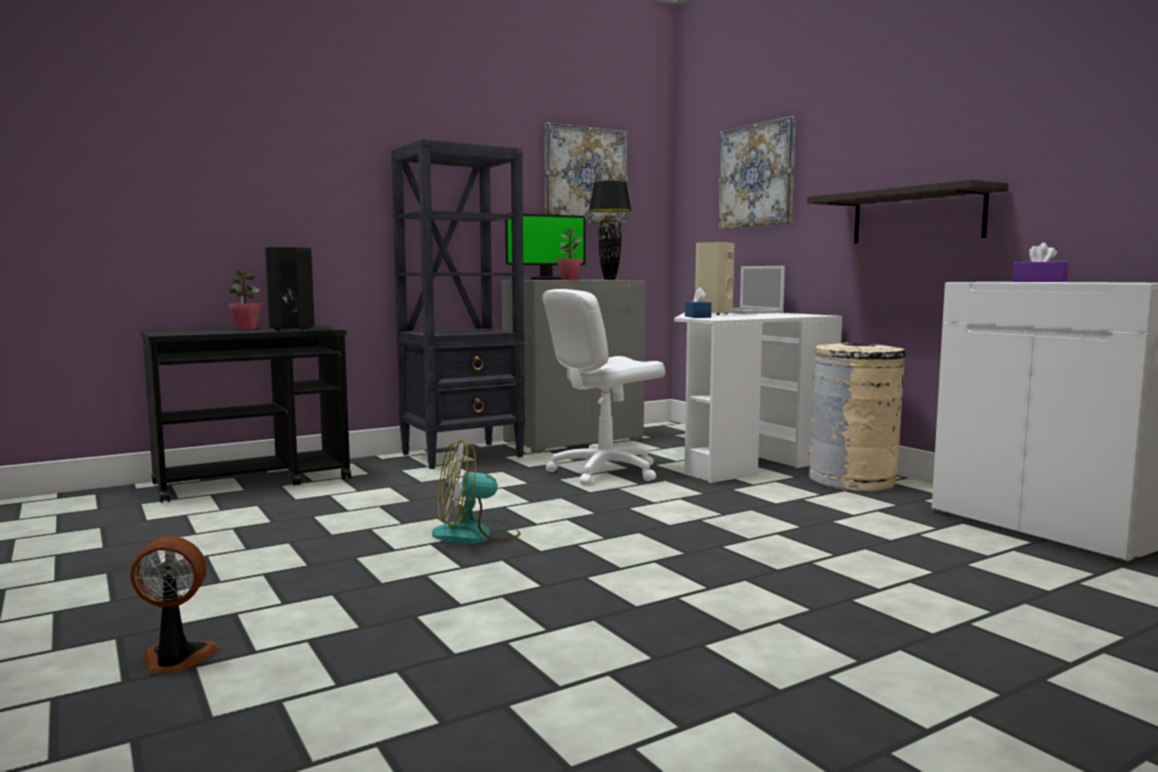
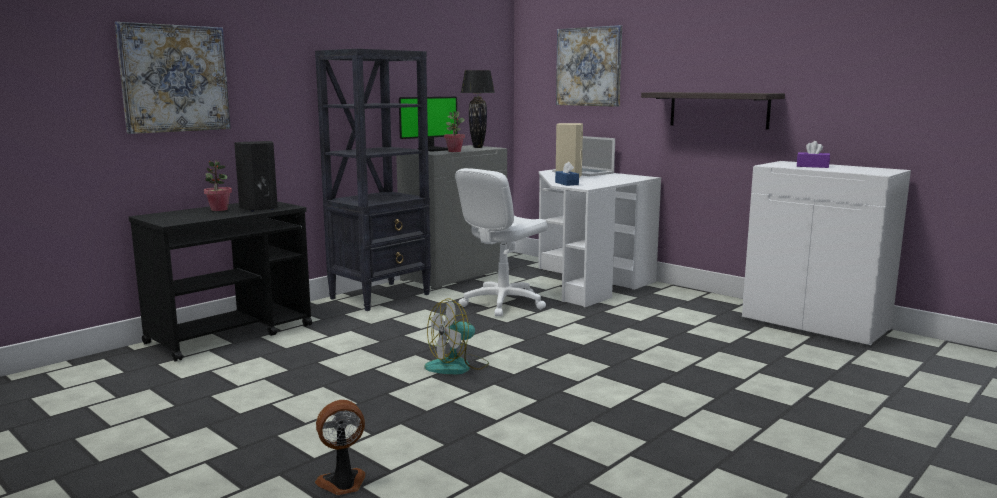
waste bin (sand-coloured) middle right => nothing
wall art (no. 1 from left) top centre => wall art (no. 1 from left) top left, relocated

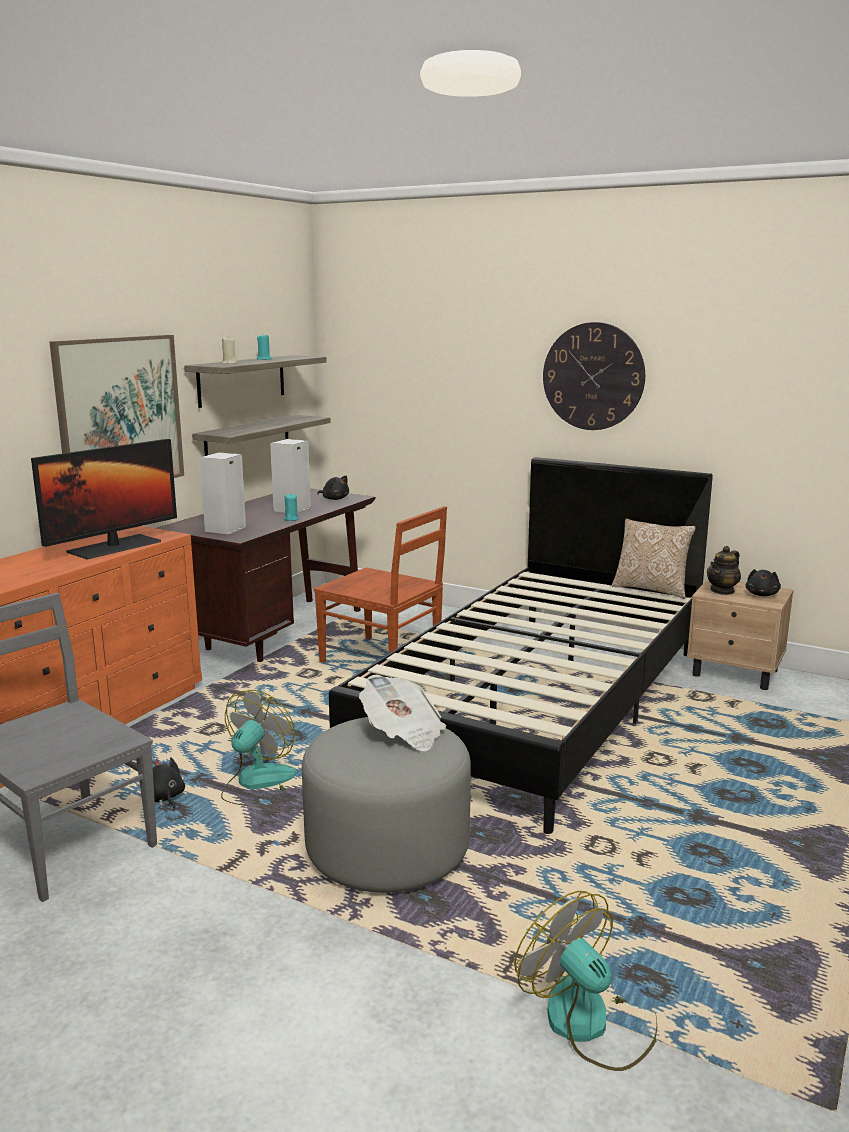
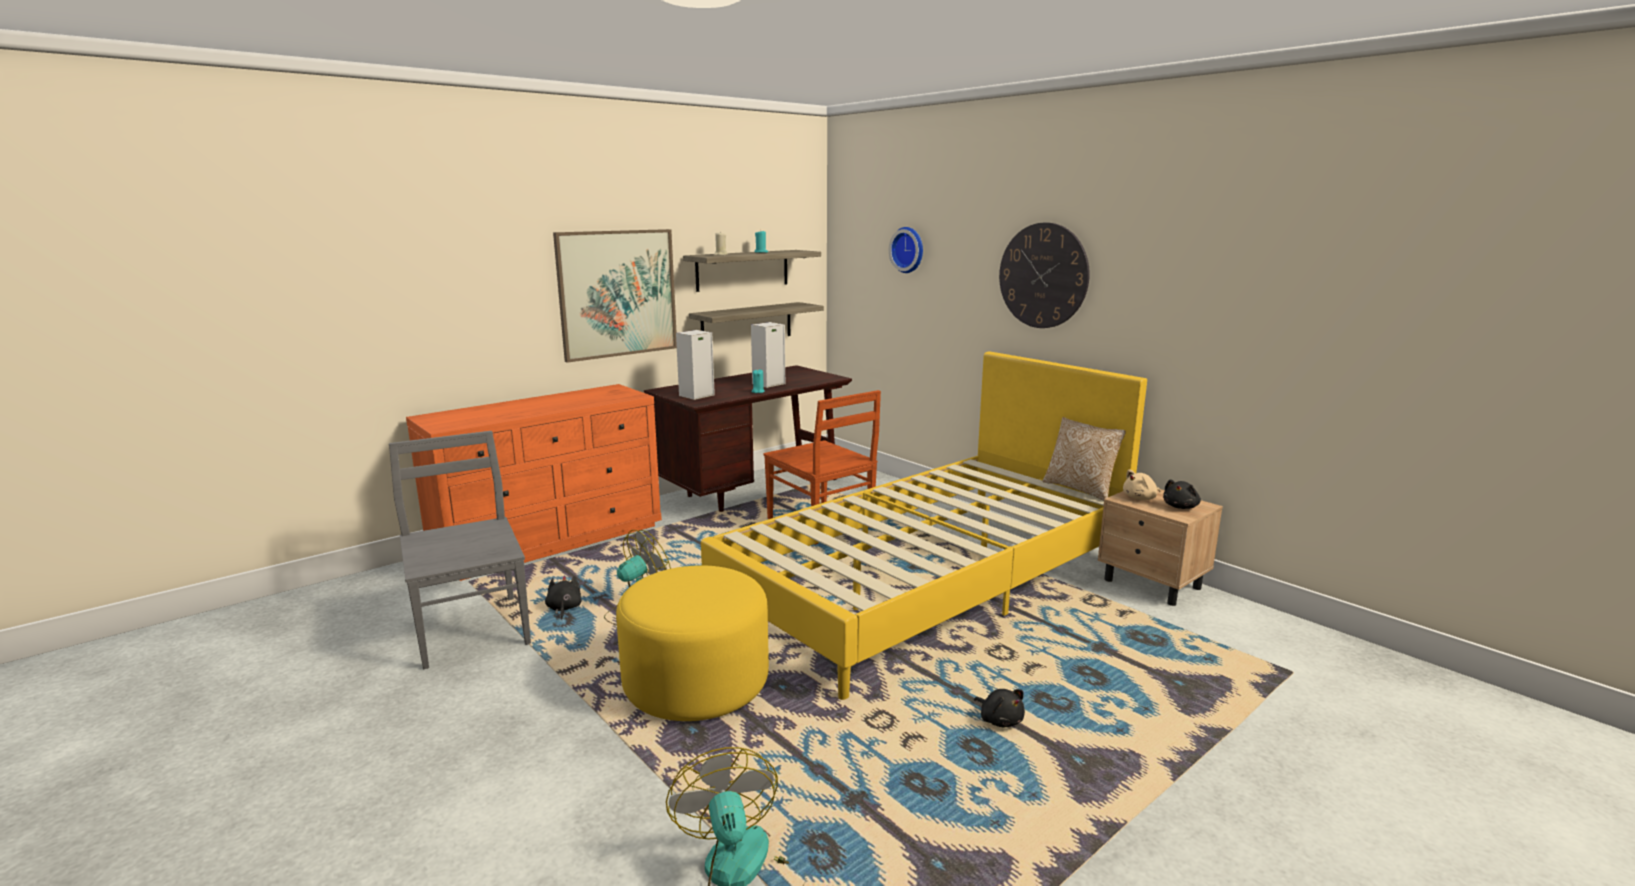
computer screen middle left => nothing
newspaper centre => nothing
nothing => clock on the wall (no. 1 from left) top centre
cuddly toy (blackish) (no. 2 from left) centre => cuddly toy (blackish) (no. 2 from left) bottom centre, relocated
pot for tea middle right => cuddly toy (sand-coloured) middle right
ottoman (gray) bottom centre => ottoman (yellow-coloured) bottom centre
bed (blackish) centre => bed (yellow-coloured) centre

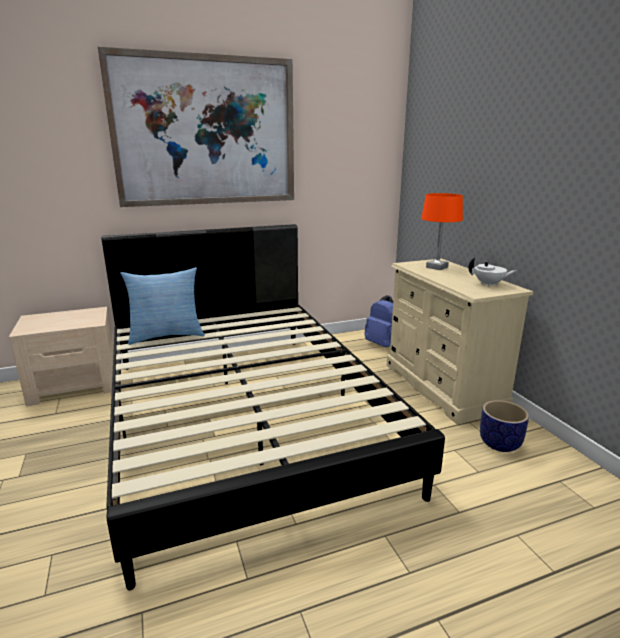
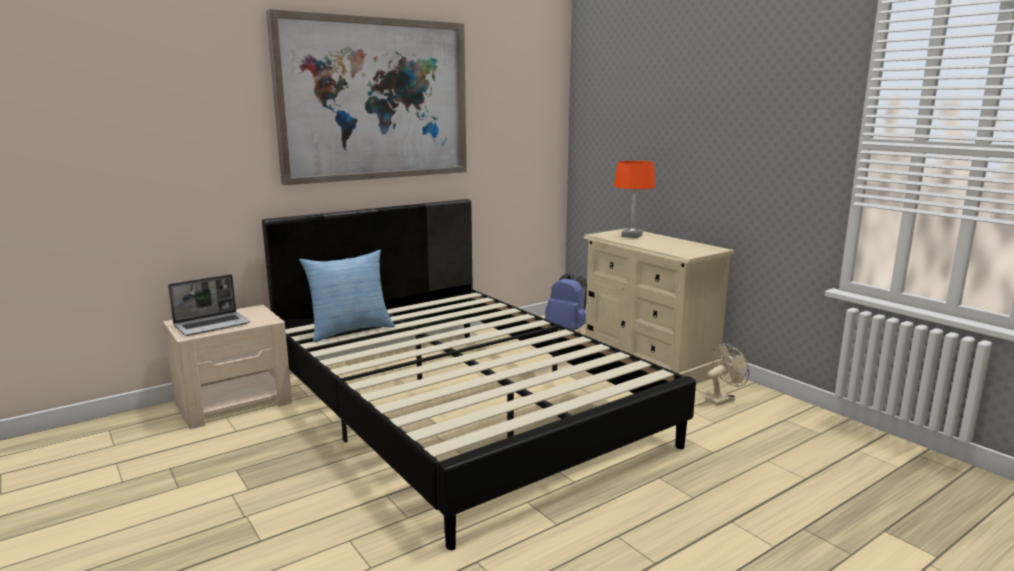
pot for tea (whitish) middle right => nothing
nothing => laptop middle left
flower pot bottom right => fan (sand-coloured) middle right

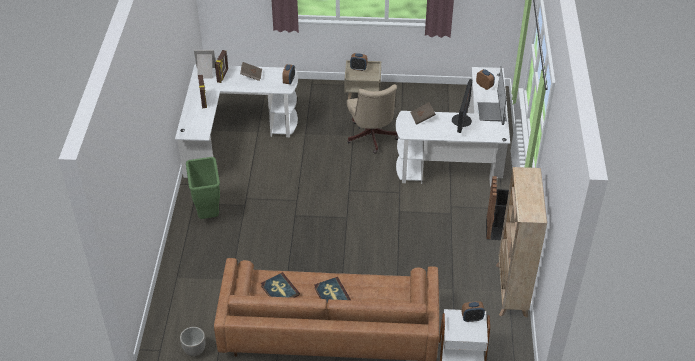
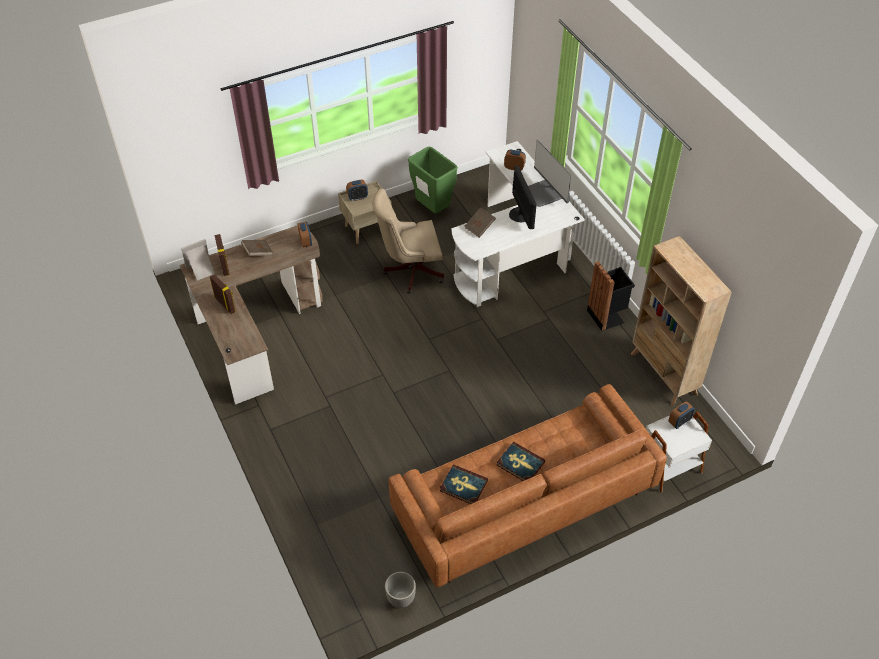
waste bin (green-coloured) middle left => waste bin (green-coloured) top centre, relocated
desk unit (whitish) (no. 1 from left) centre => desk unit (brown-coloured) middle left
office chair (sand-coloured) top centre => office chair (sand-coloured) centre, 120 degrees clockwise

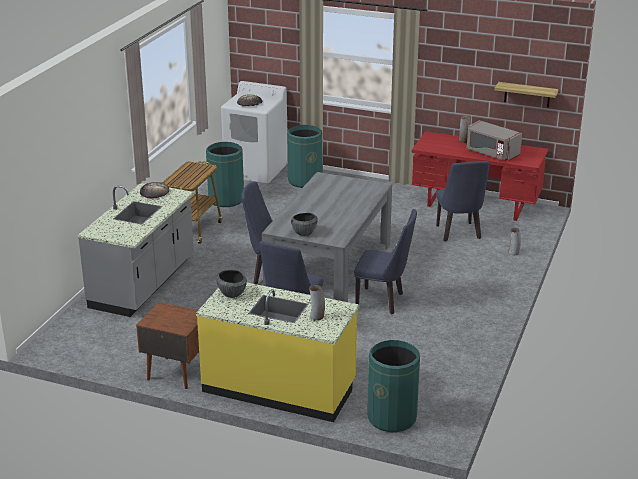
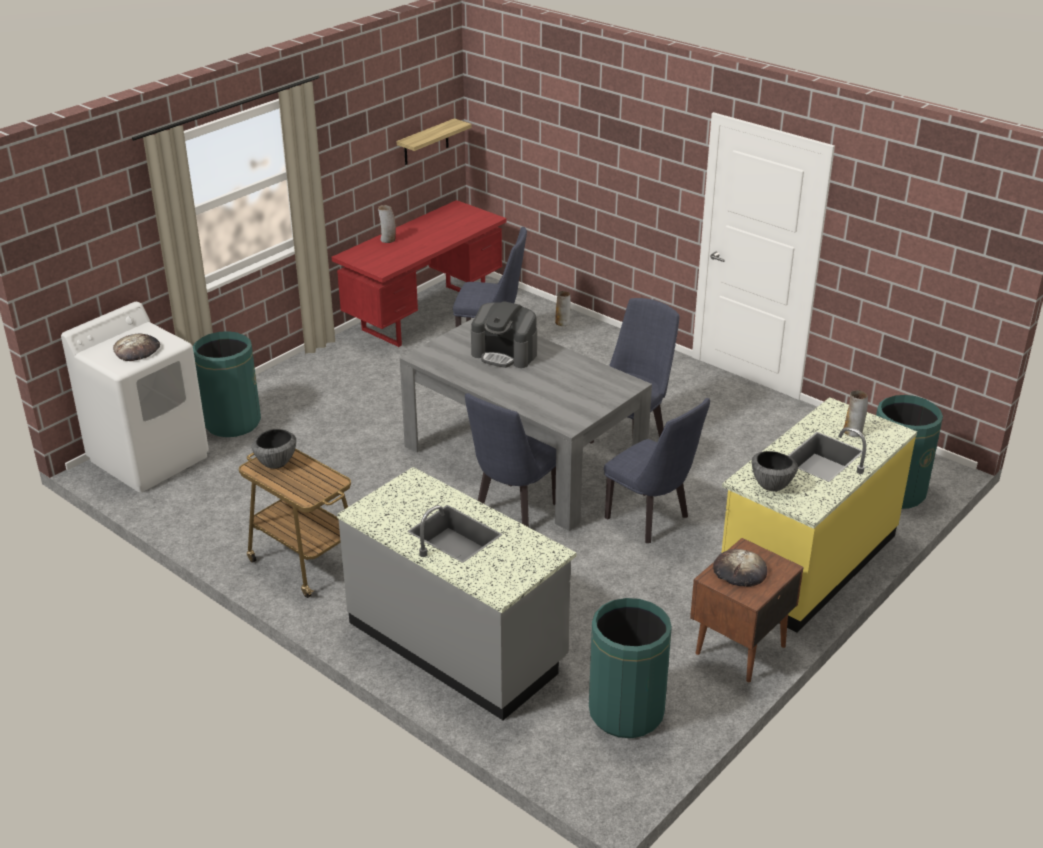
kitchen microwave (gray) top right => nothing
nothing => coffee brewer centre
baked bread (no. 1 from left in the first image) middle left => baked bread (no. 2 from left) bottom right, relocated
waste bin (green-coloured) (no. 1 from left in the first image) centre => waste bin (green-coloured) (no. 2 from left) bottom centre, relocated
serving bowl (no. 2 from left in the first image) centre => serving bowl (no. 1 from left) middle left, relocated

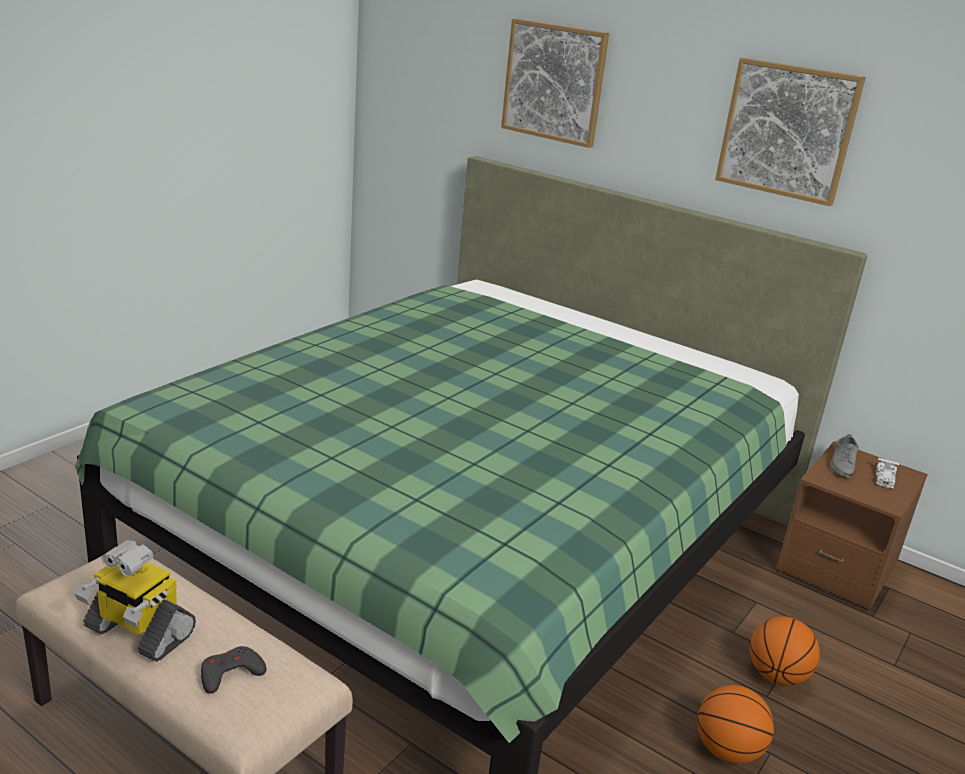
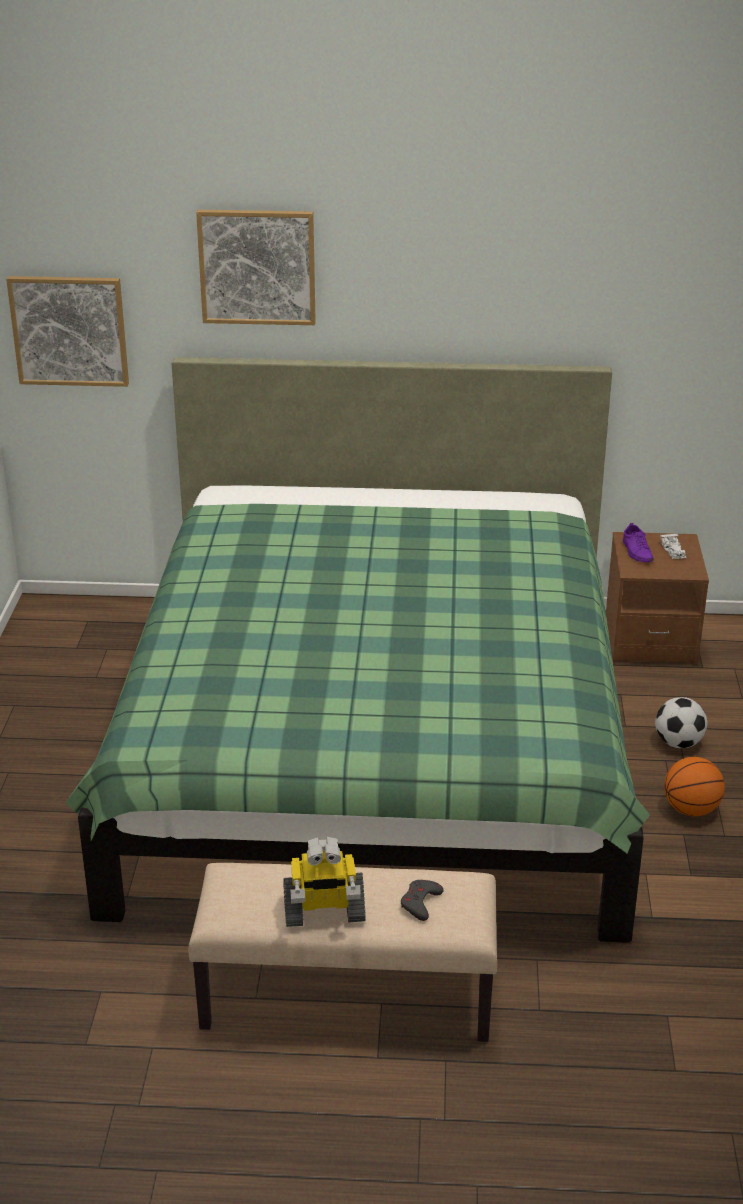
wall art (no. 2 from left in the first image) top right => wall art (no. 1 from left) top left, relocated
basketball ball (no. 2 from left) bottom right => ball for football middle right
shoe (gray) middle right => shoe (purple-coloured) middle right

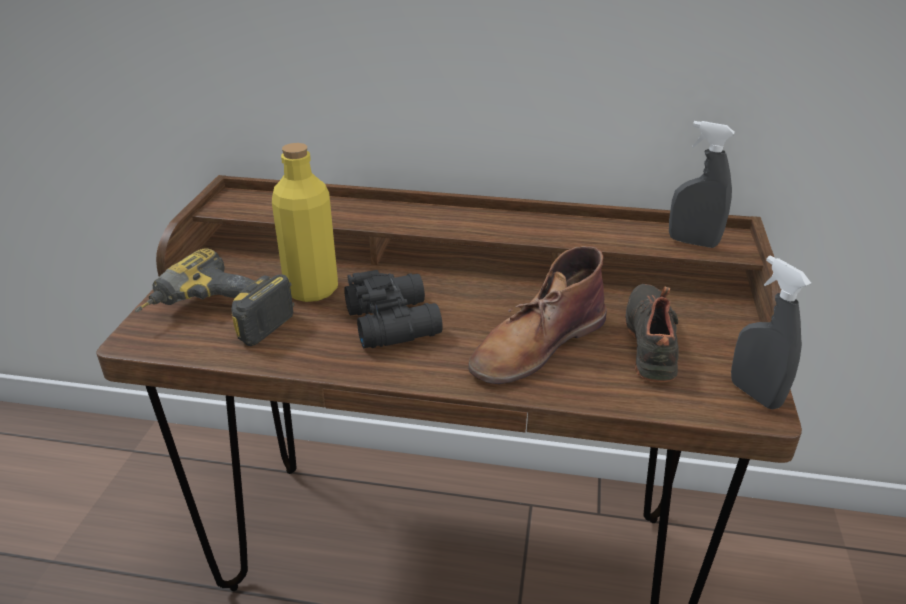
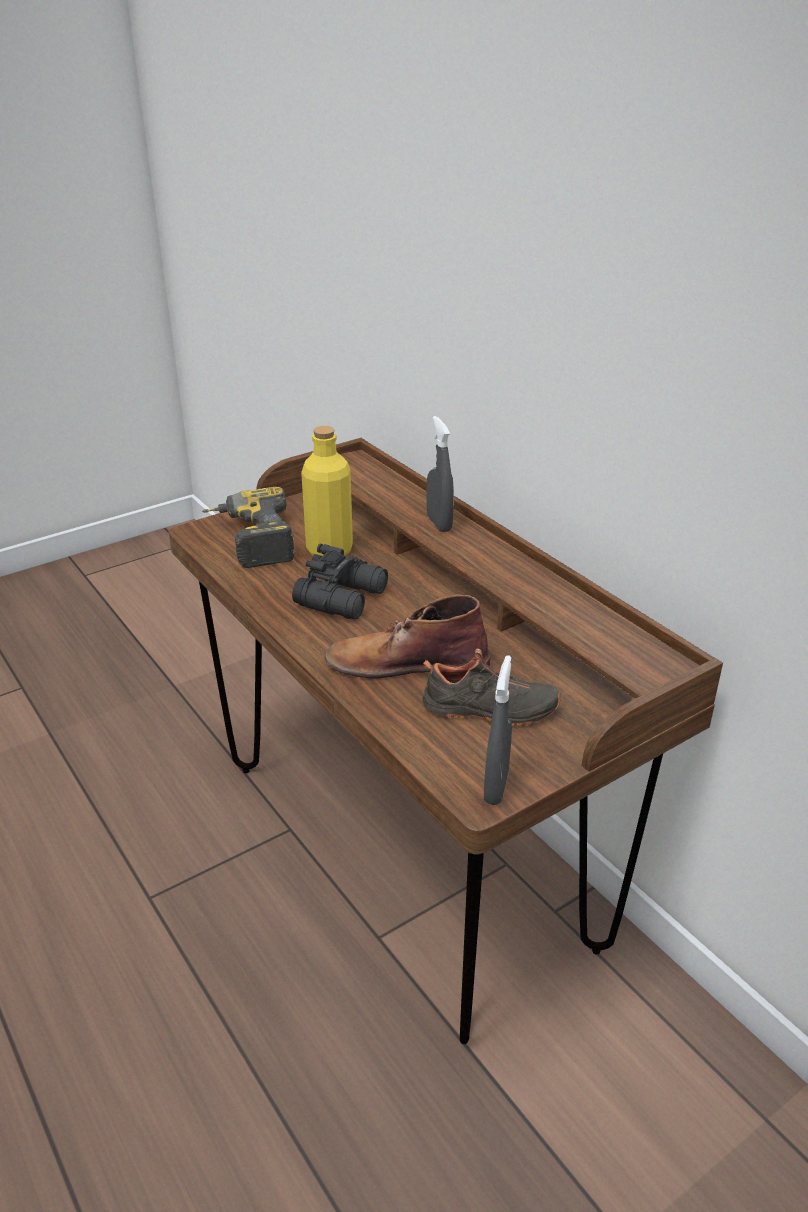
hand sprayer (gray) (no. 1 from left) top right => hand sprayer (gray) (no. 1 from left) centre, relocated
shoe (blackish) middle right => shoe (blackish) centre, 45 degrees clockwise

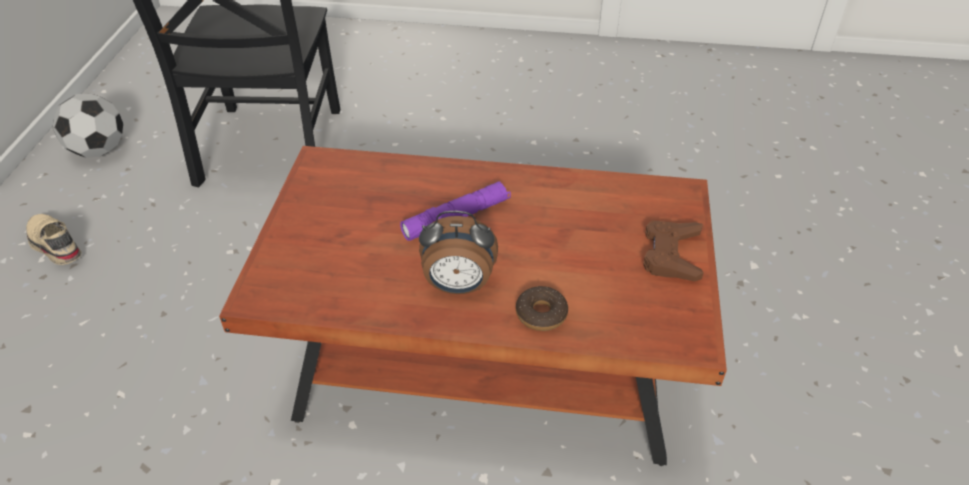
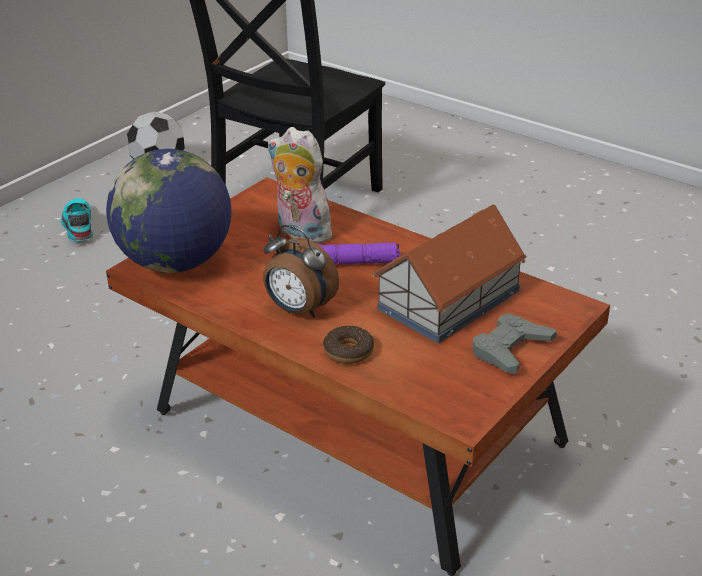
nothing => desk globe middle left
nothing => cuddly toy top centre
nothing => toy house centre
shoe (sand-coloured) middle left => shoe (blue-green) middle left
game controller (brown-coloured) middle right => game controller (gray) middle right

